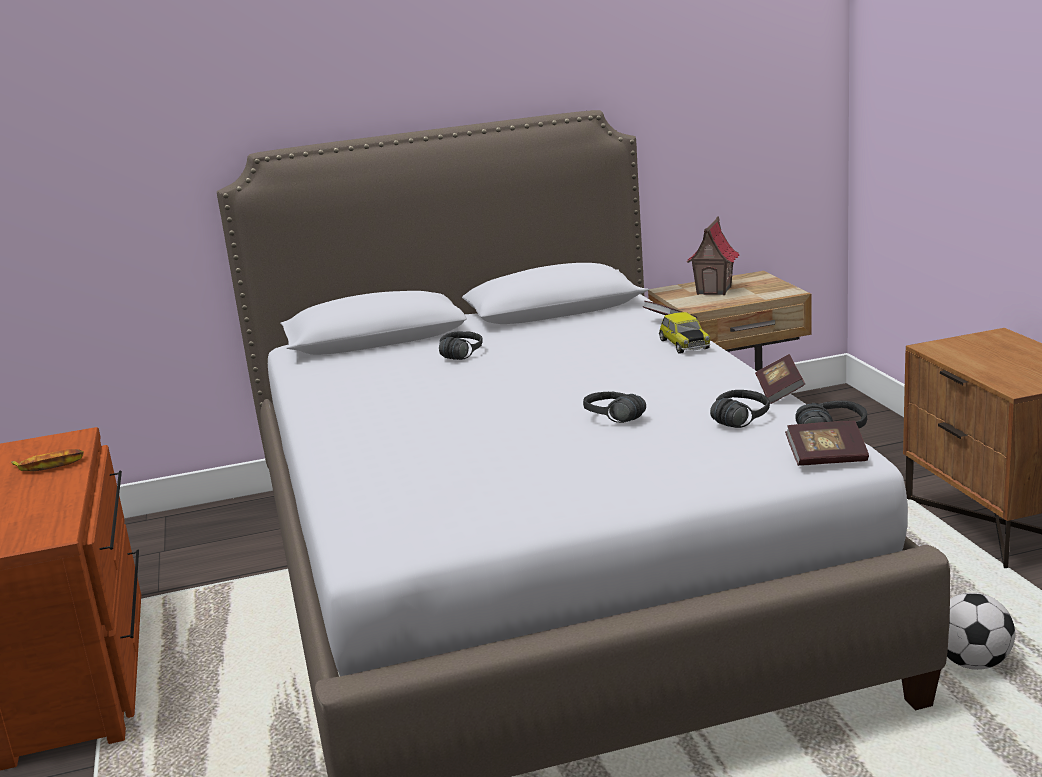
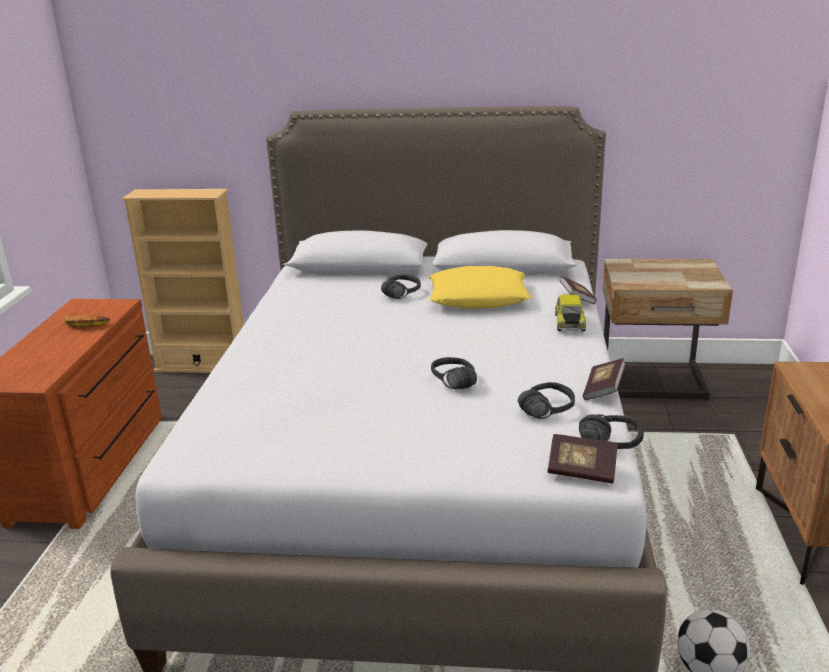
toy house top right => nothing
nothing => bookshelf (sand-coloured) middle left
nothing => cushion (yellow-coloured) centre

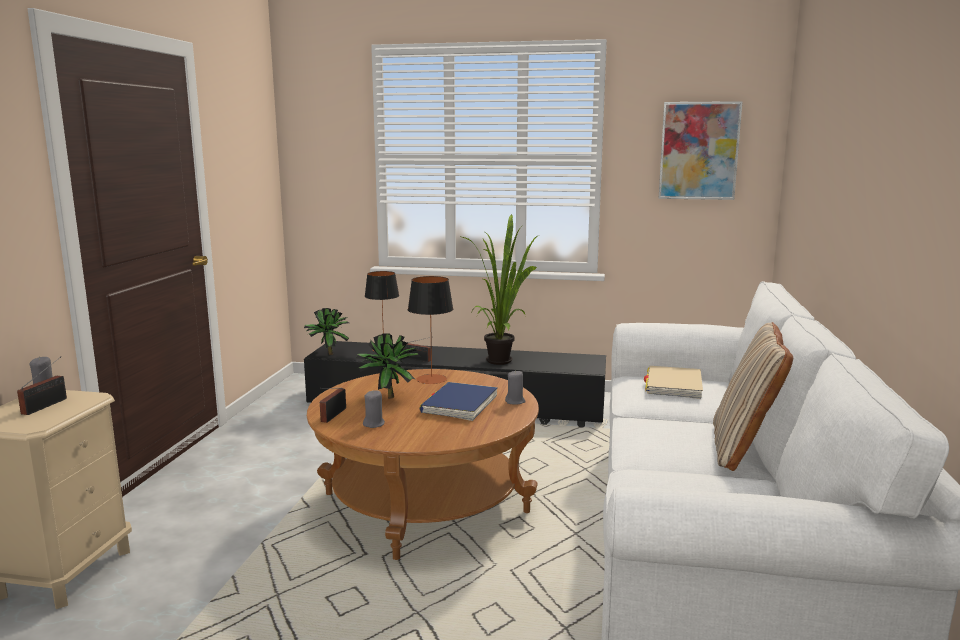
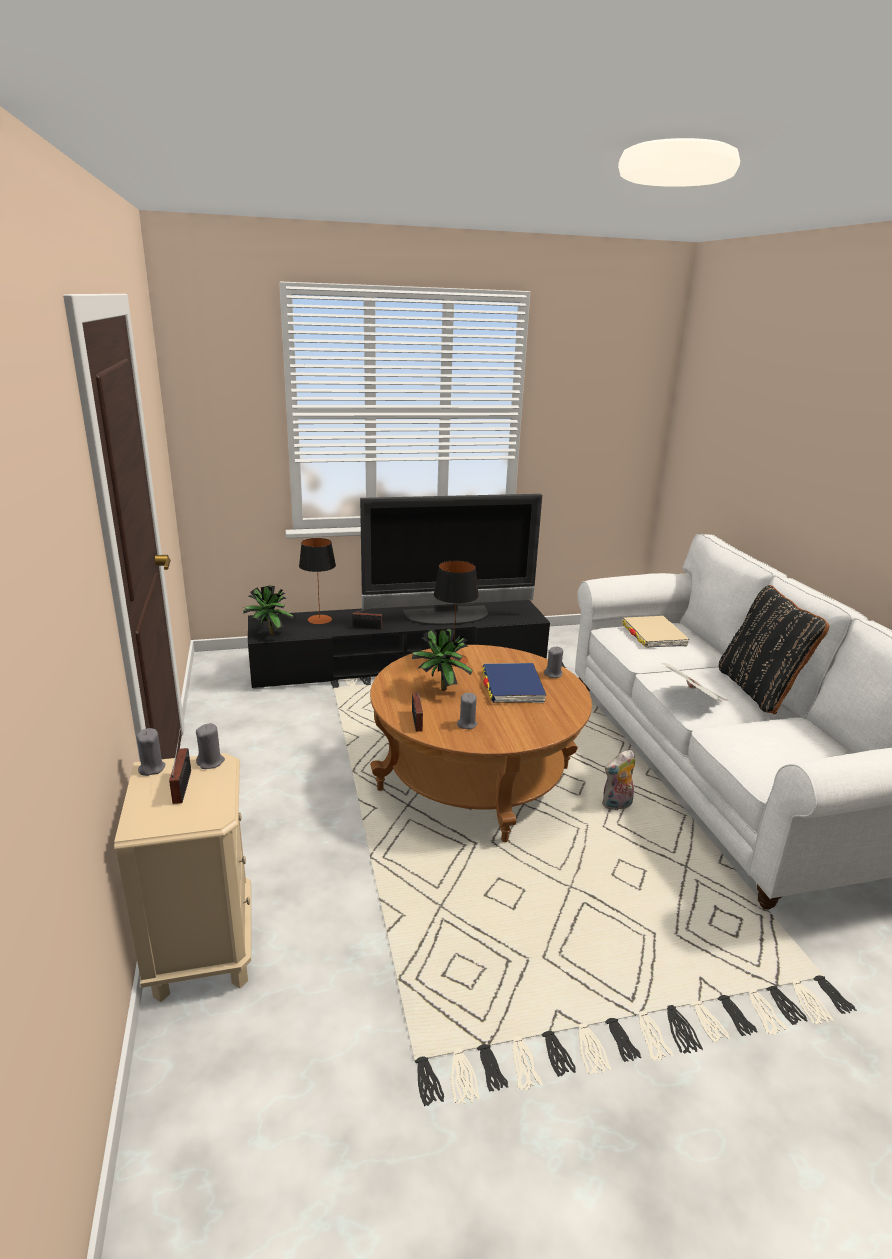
wall art top right => nothing
nothing => wax light (gray) (no. 2 from left) middle left
nothing => cuddly toy middle right
nothing => newspaper middle right
houseplant (no. 3 from left) centre => TV centre
cushion (sand-coloured) middle right => cushion (blackish) middle right

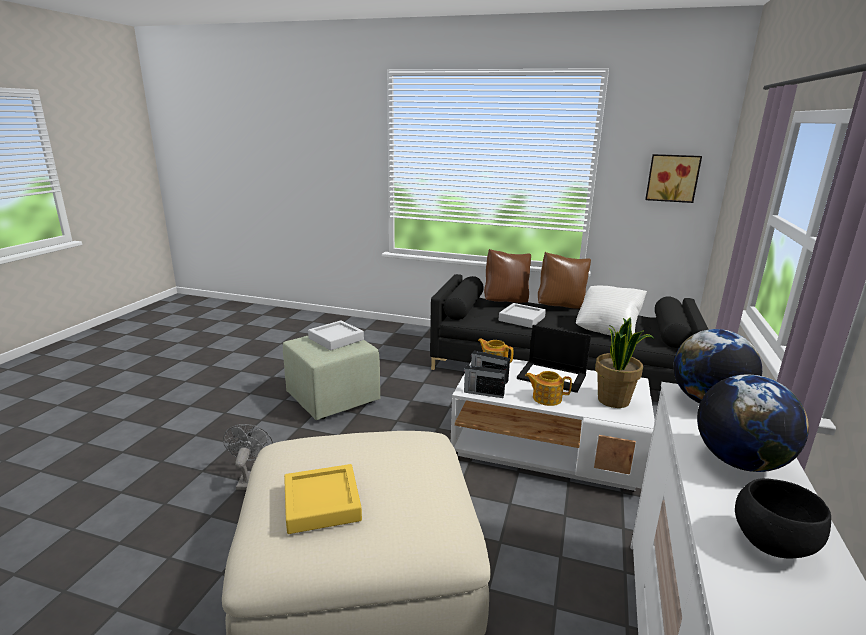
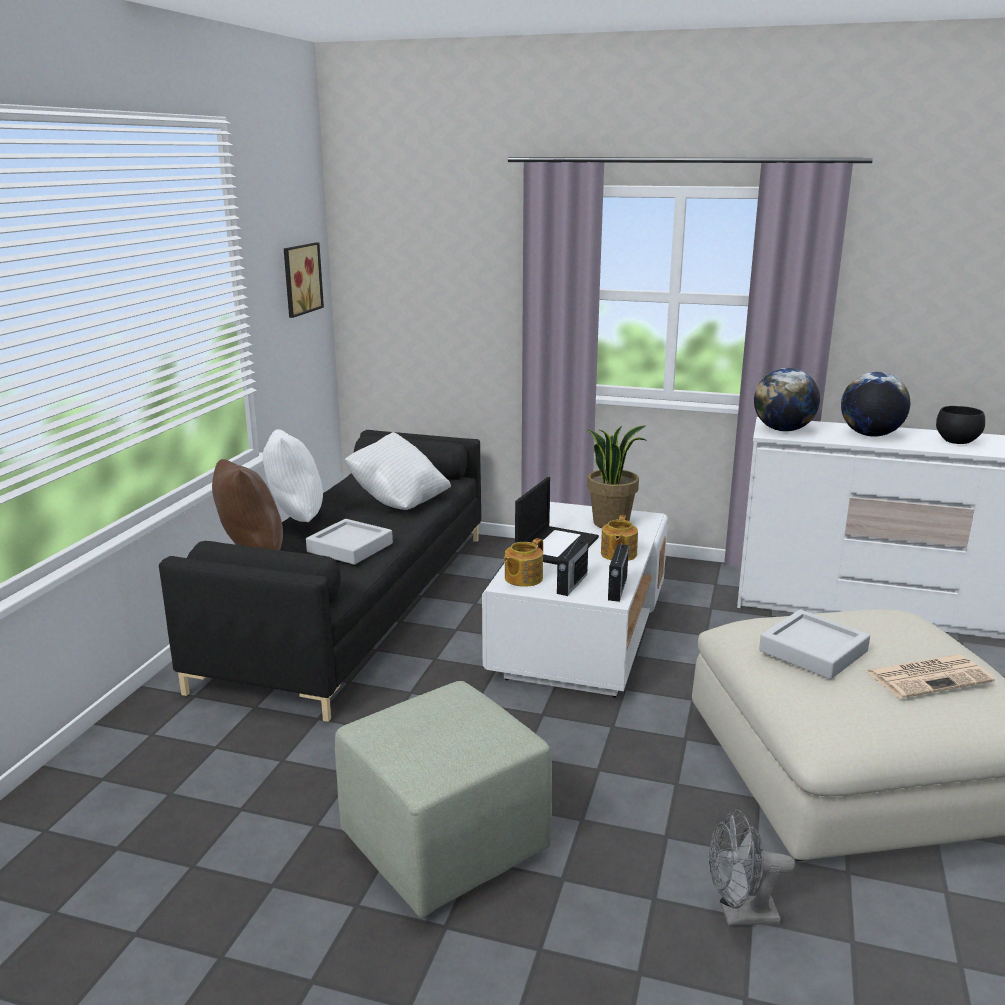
carrying tray (gray) (no. 1 from left in the first image) centre => carrying tray (gray) (no. 2 from left) middle right, relocated
carrying tray (yellow-coloured) bottom centre => newspaper bottom right
cushion (brown-coloured) (no. 2 from left) centre => cushion (whitish) (no. 1 from left) middle left

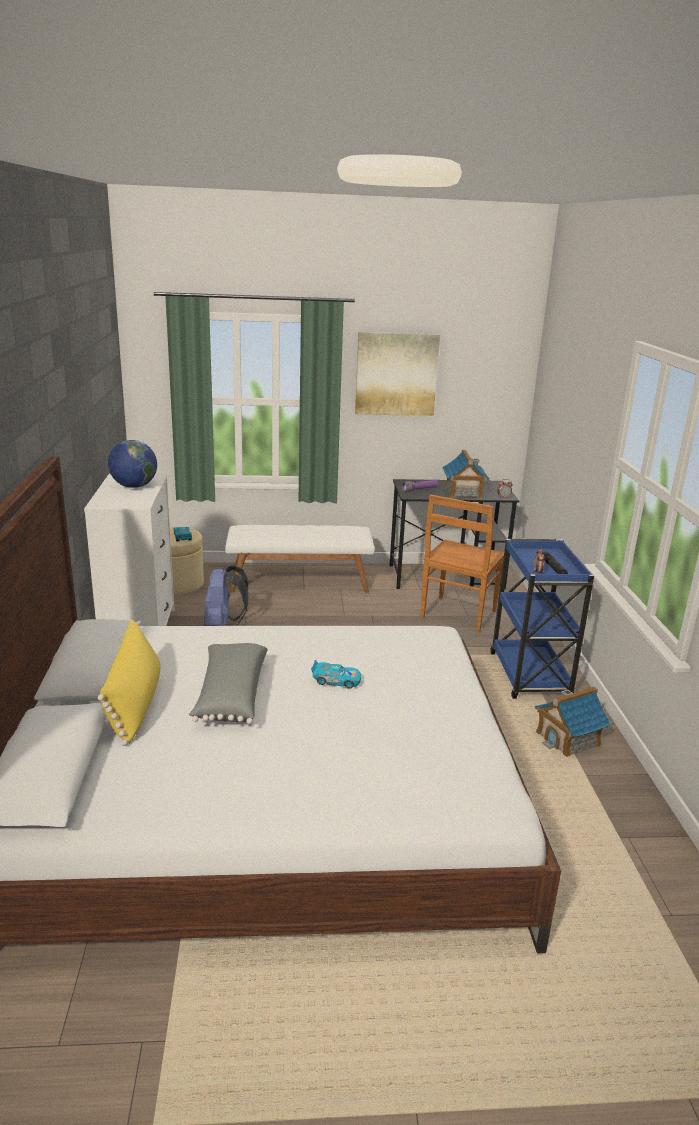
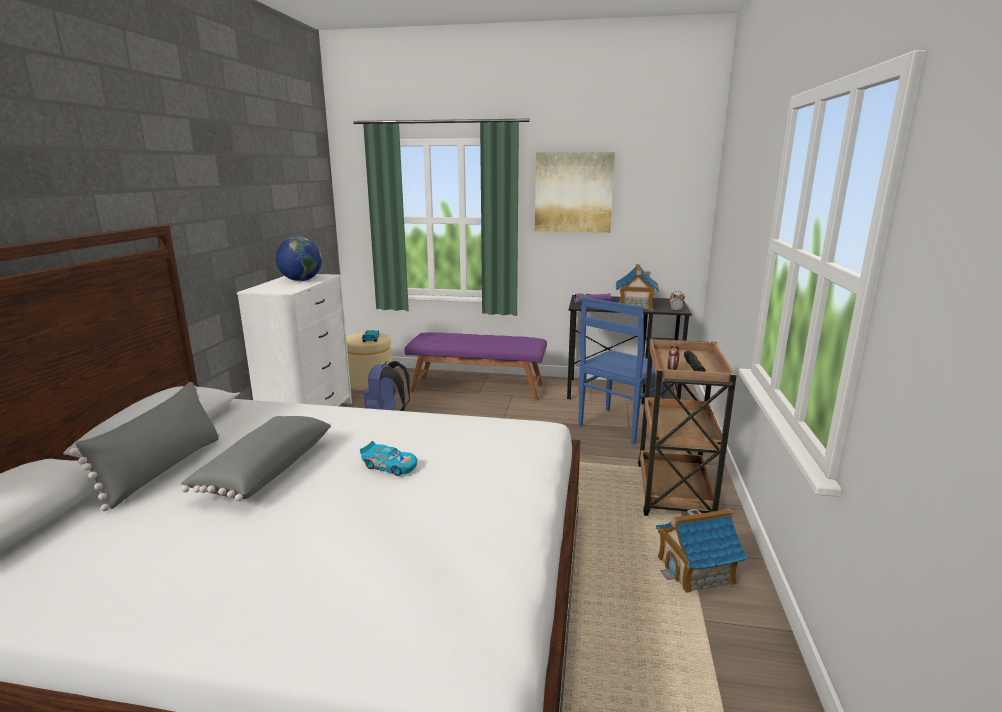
cushion (yellow-coloured) middle left => cushion (gray) (no. 1 from left) middle left
indoor bench (whitish) centre => indoor bench (purple-coloured) centre
chair (brown-coloured) centre => chair (bluish) centre
trolley (bluish) middle right => trolley (brown-coloured) middle right

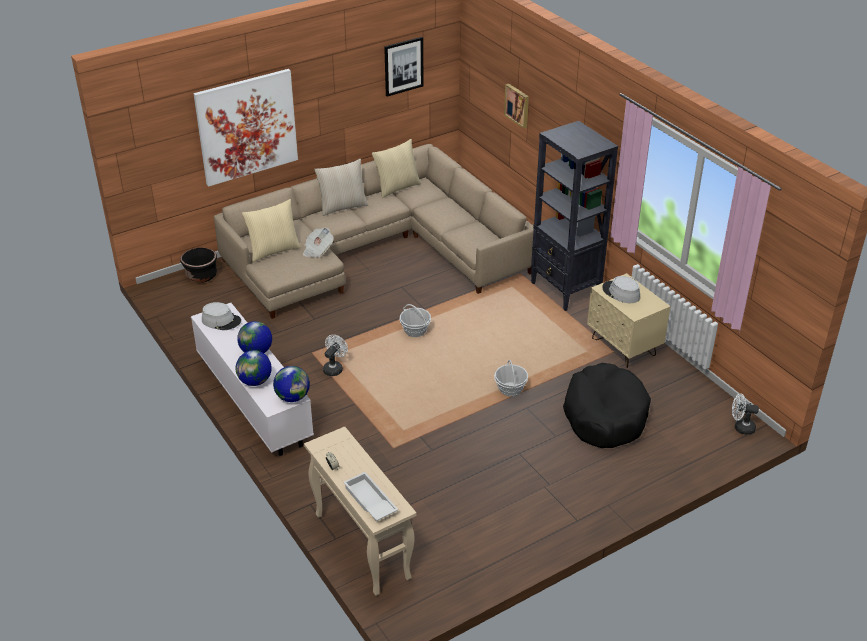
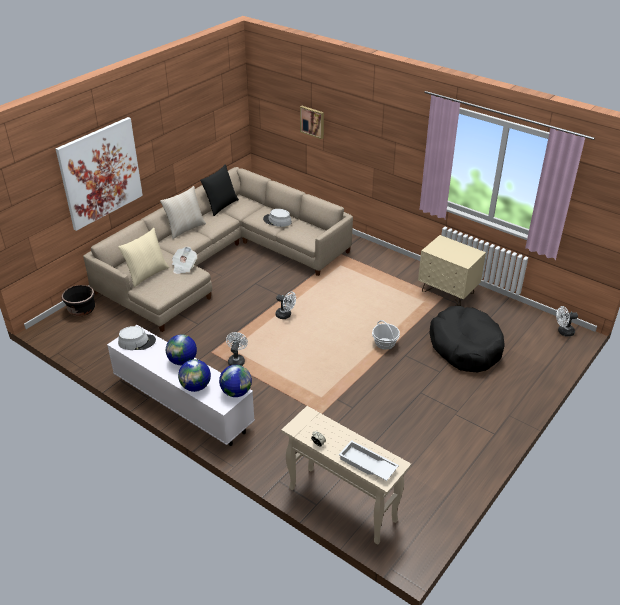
wall art (no. 2 from left) top centre => nothing
bookshelf (blackish) centre => nothing
wearable hat (gray) (no. 2 from left) middle right => wearable hat (gray) (no. 2 from left) centre, relocated
storage basket (no. 1 from left) centre => fan (whitish) (no. 2 from left) centre
cushion (sand-coloured) (no. 3 from left) top centre => cushion (blackish) top centre

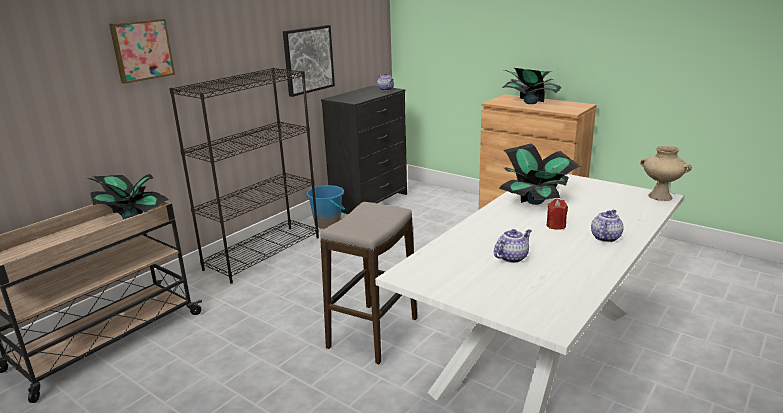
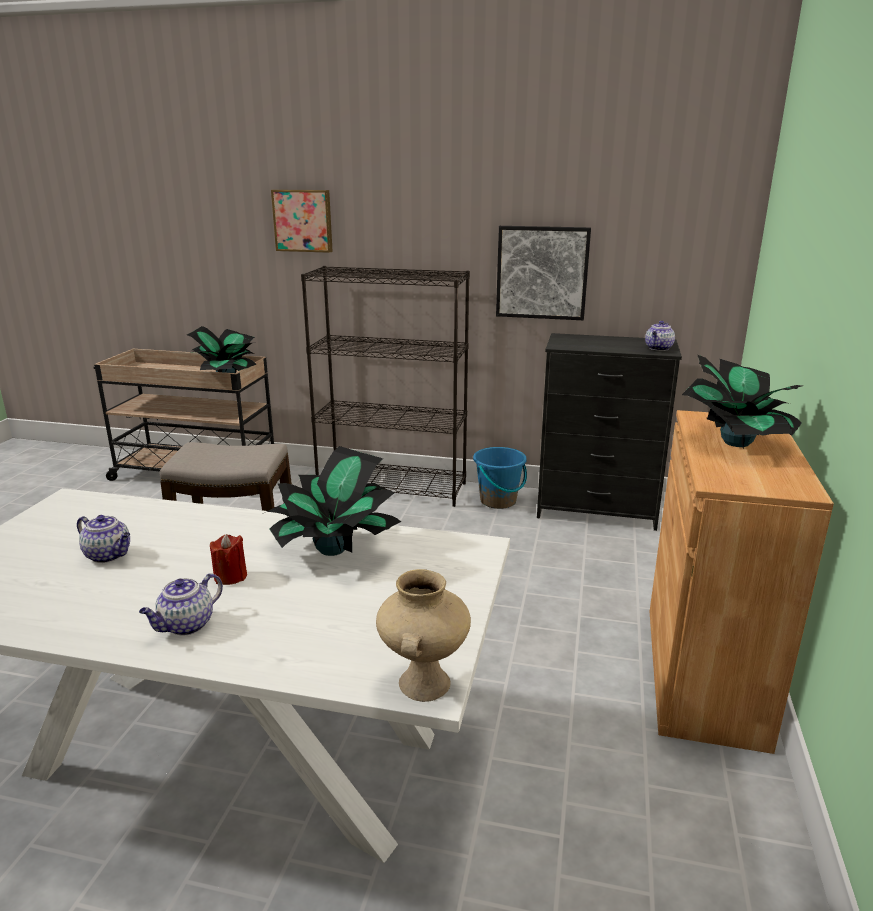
pot for tea (no. 3 from left in the first image) middle right => pot for tea (no. 2 from left) middle left, 120 degrees clockwise

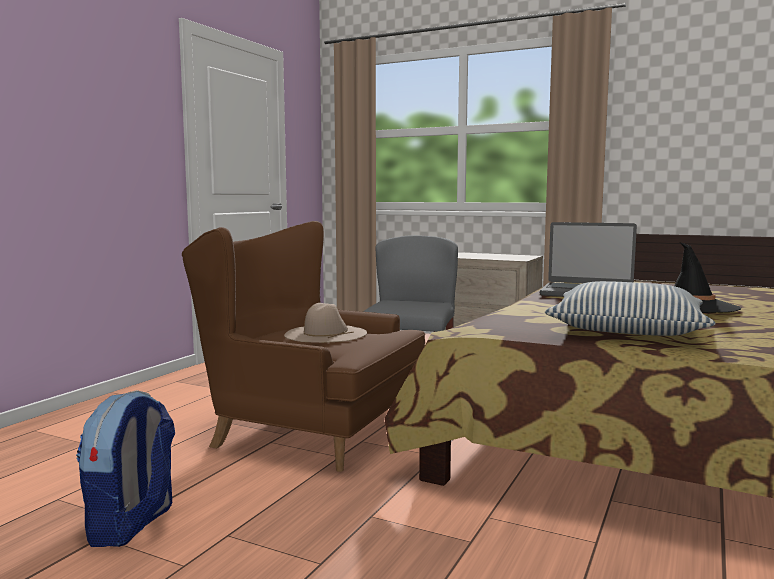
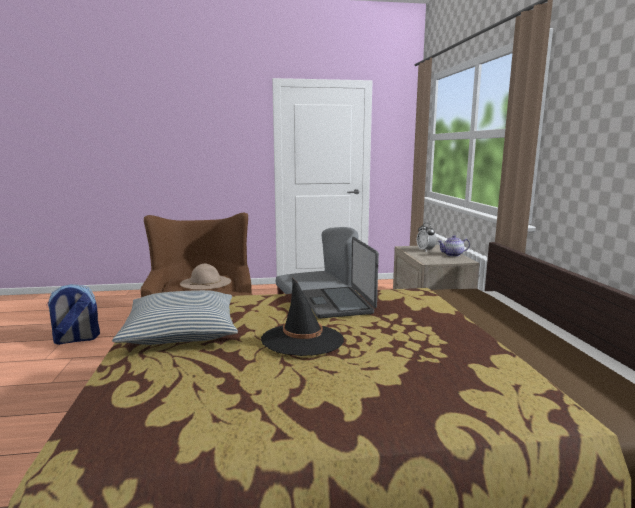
nothing => alarm clock middle right
nothing => pot for tea middle right

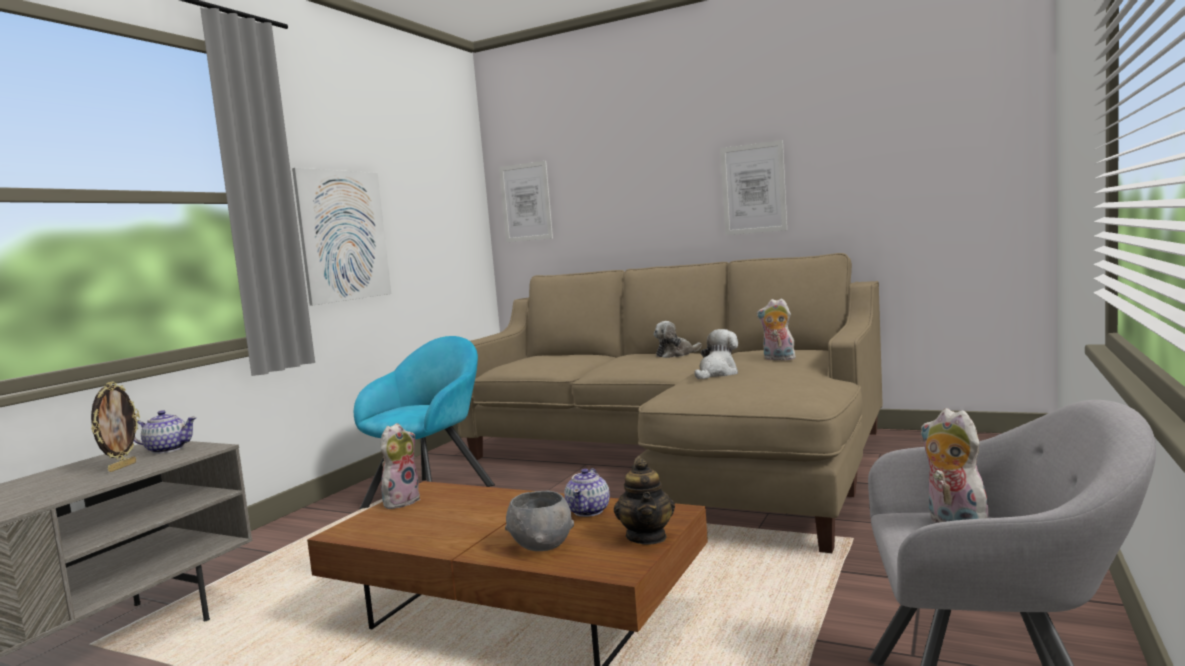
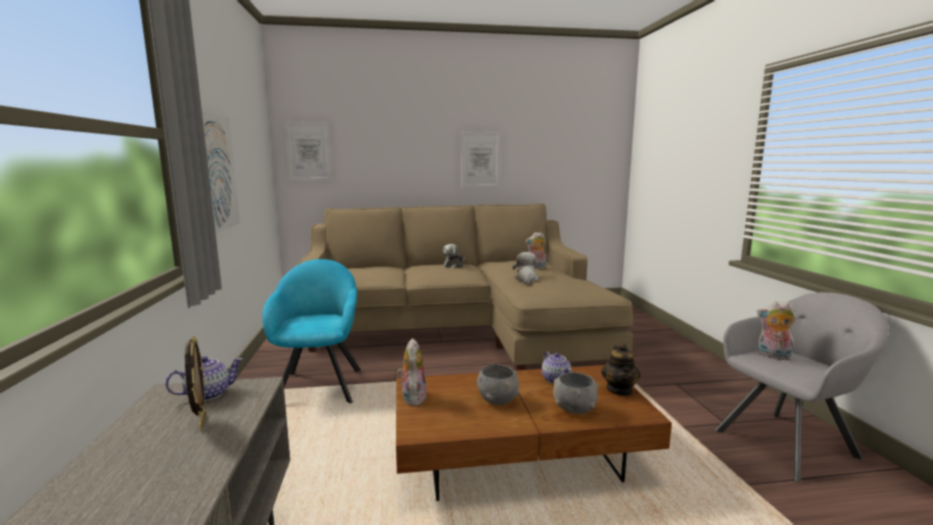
nothing => serving bowl (gray) (no. 1 from left) bottom centre
pot for tea (no. 3 from left) bottom centre, 45 degrees clockwise

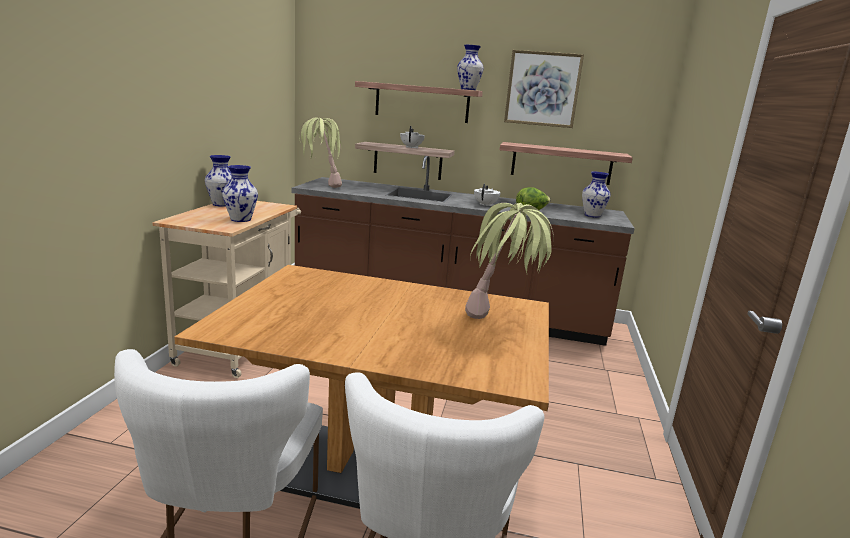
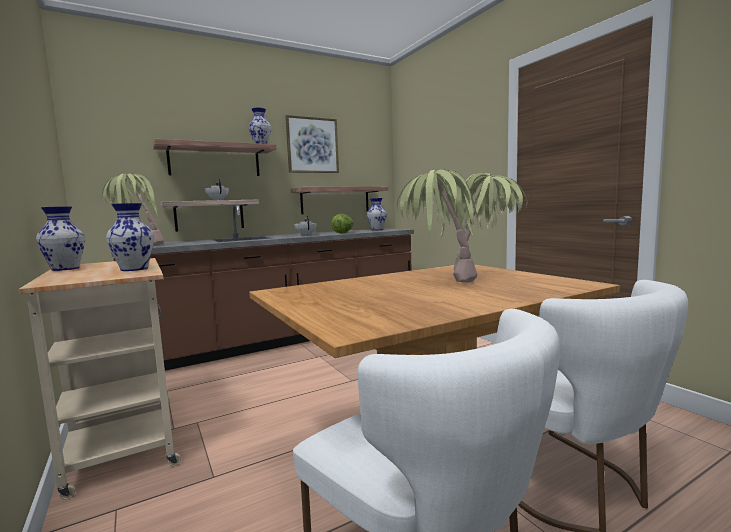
nothing => houseplant (no. 2 from left) centre

